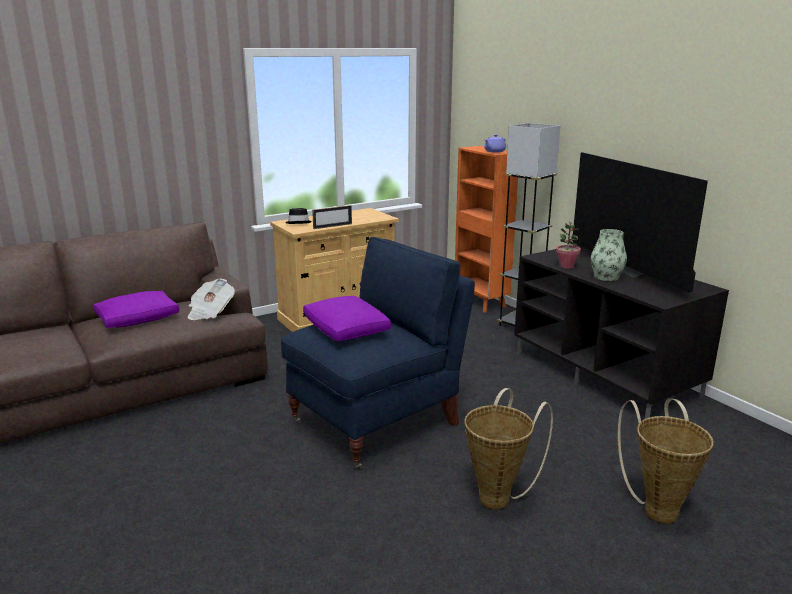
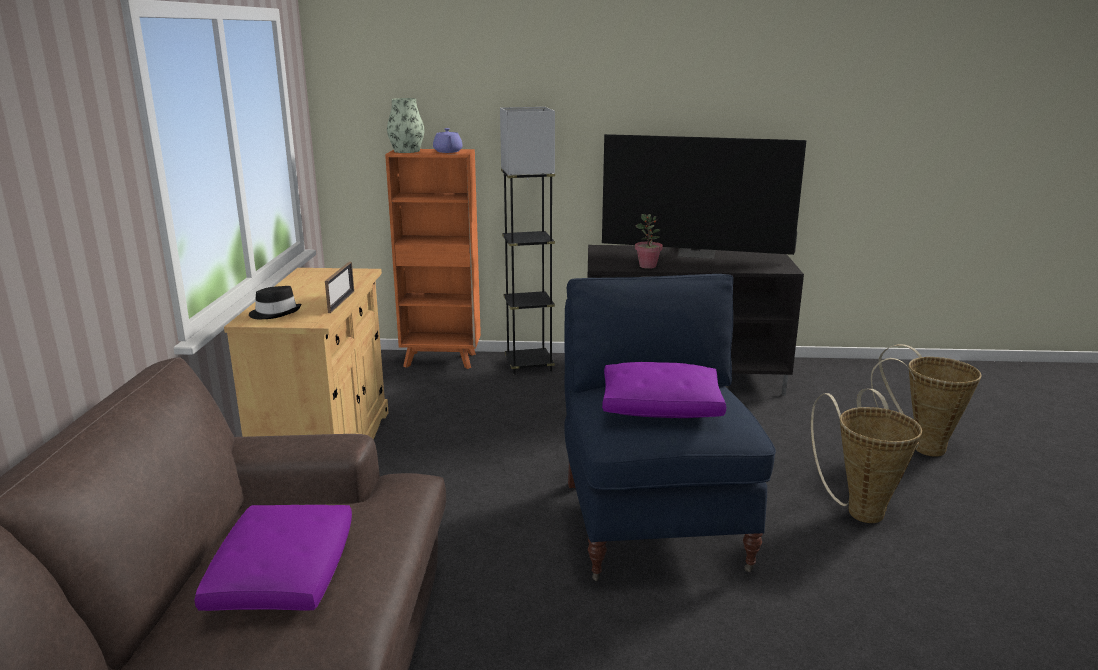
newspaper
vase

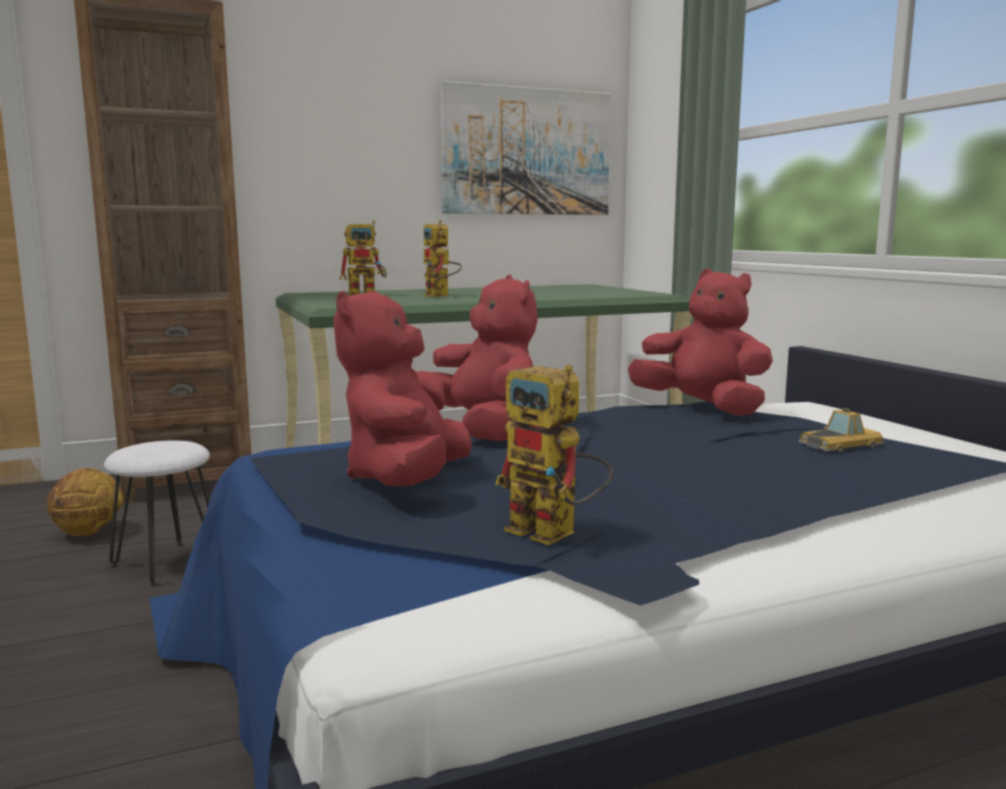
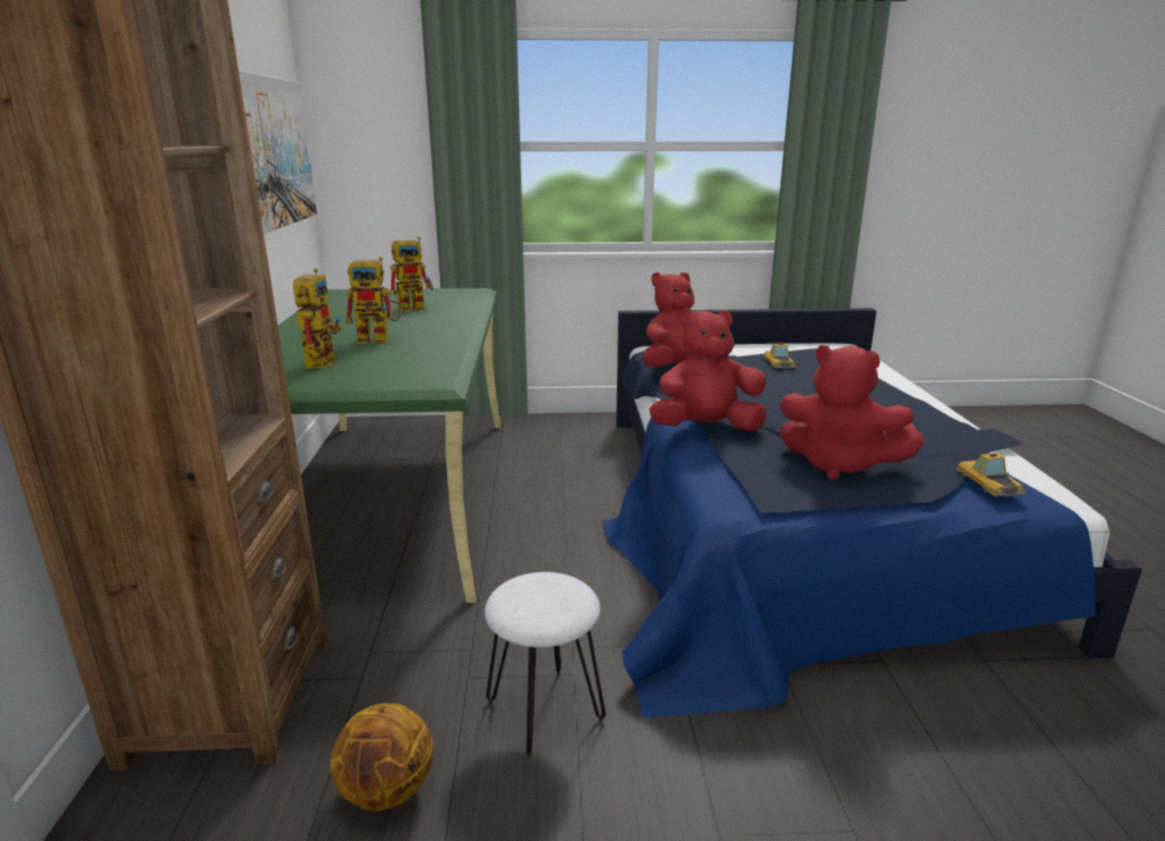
toy robot (3rd from left)
toy car (2nd from left)

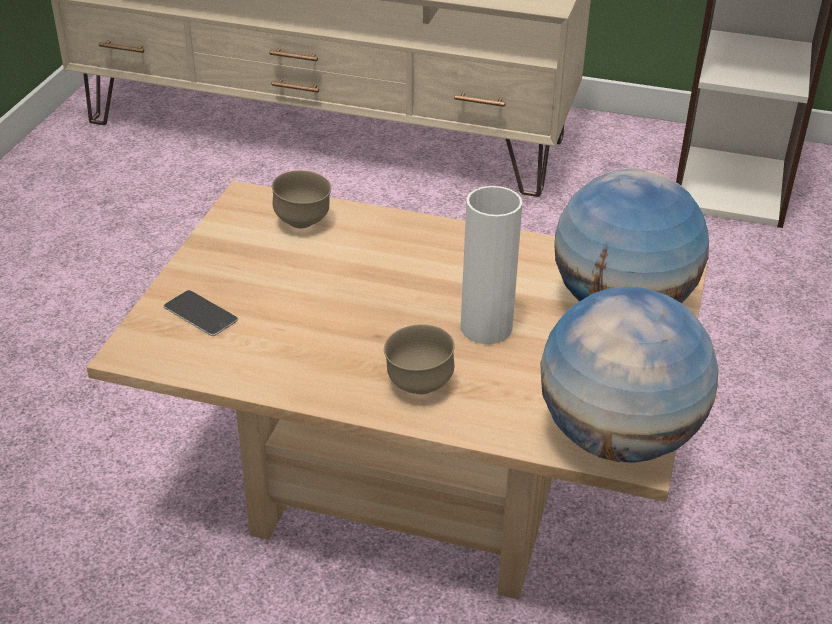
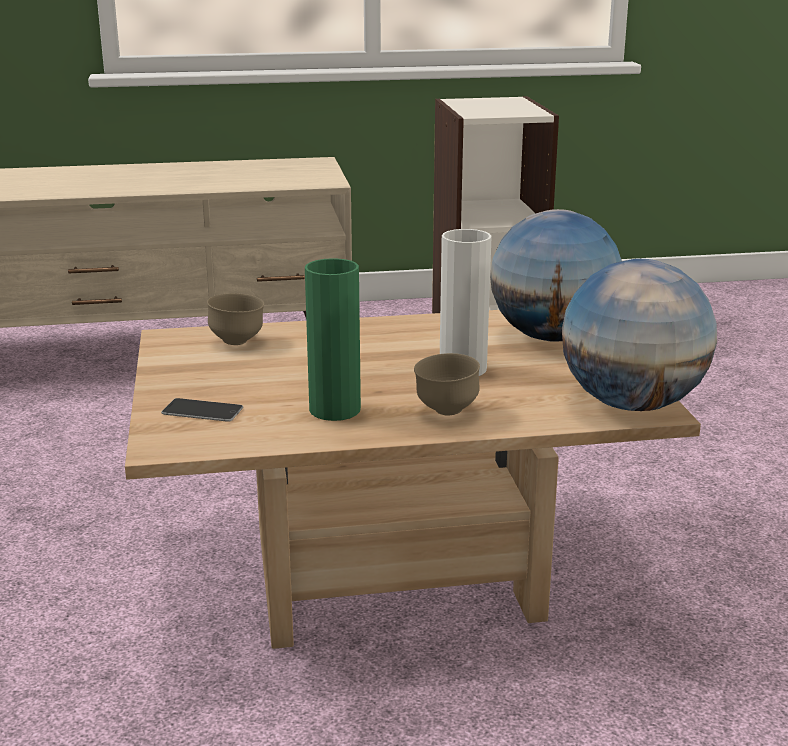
vase (green)

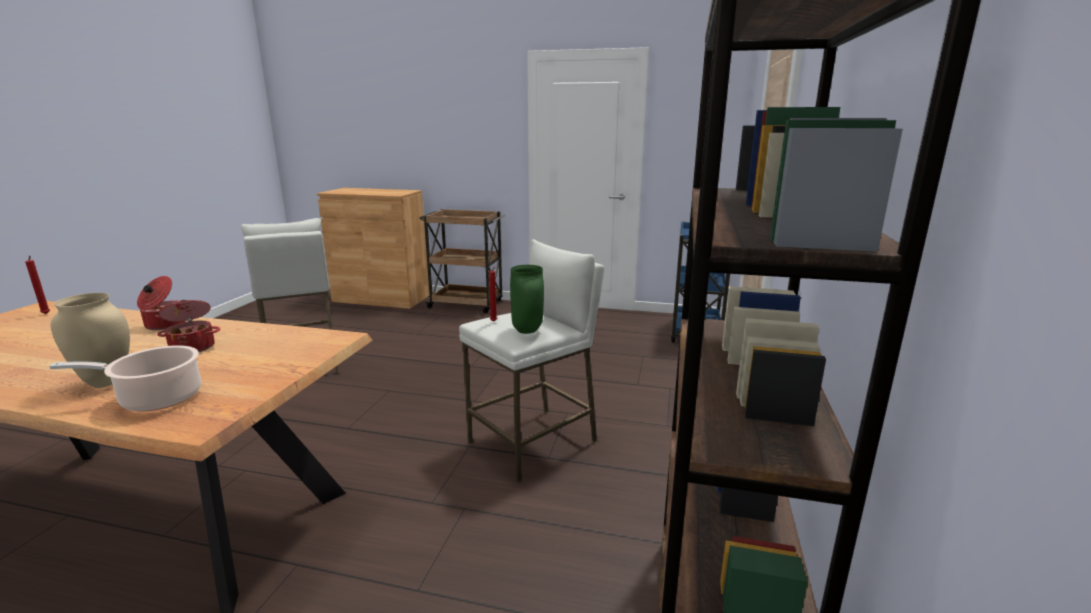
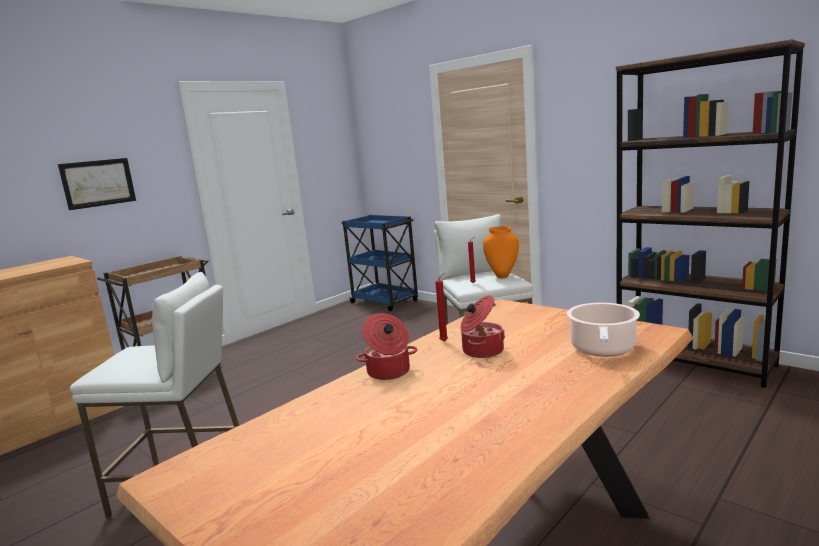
candle (red) (1st from left)
vase (beige)
vase (orange)
picture

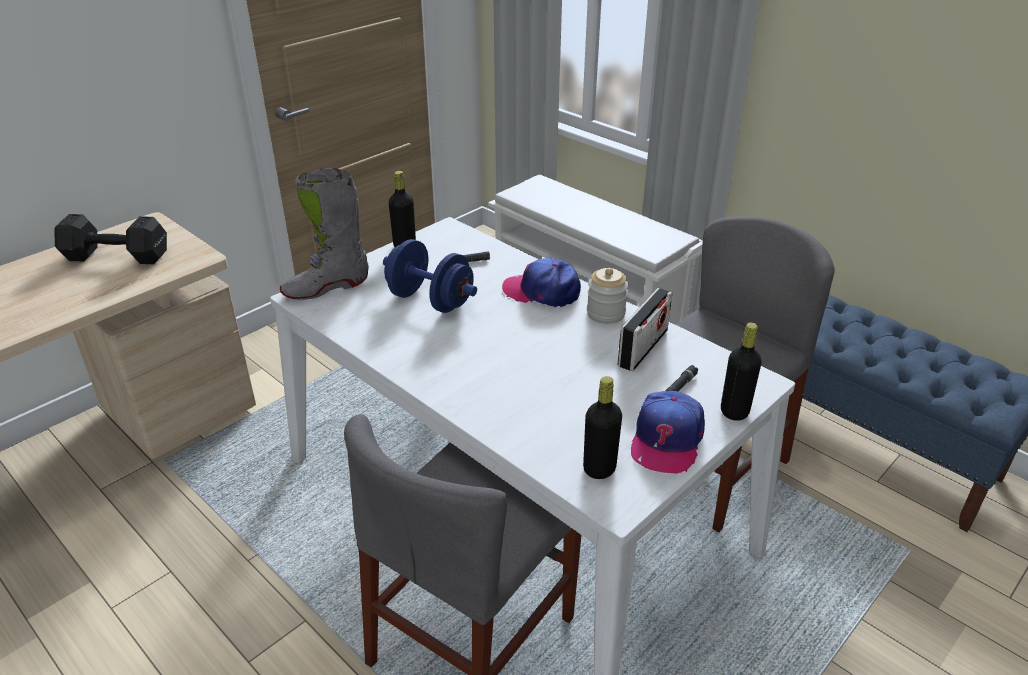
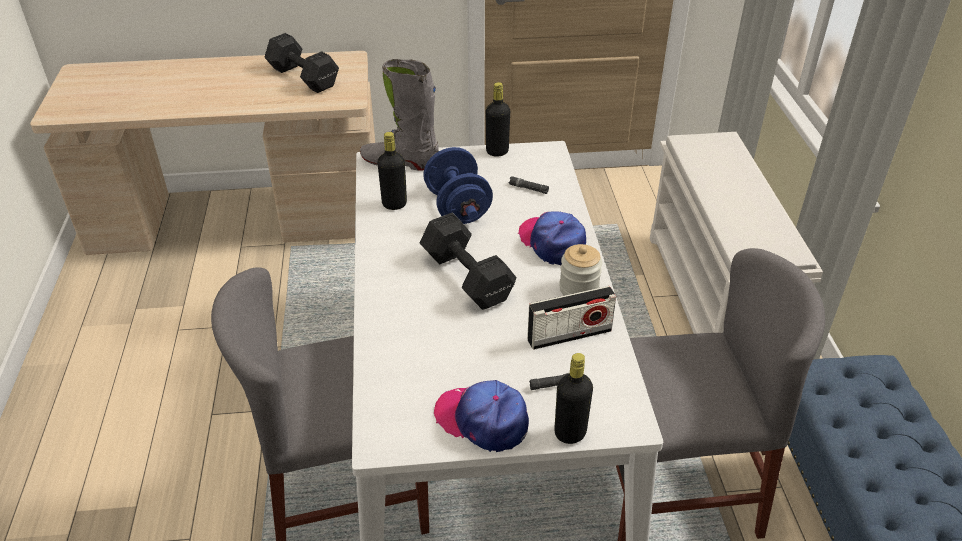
bottle (black) (1st from left)
cap (1st from left)
dumbbell (black) (2nd from left)

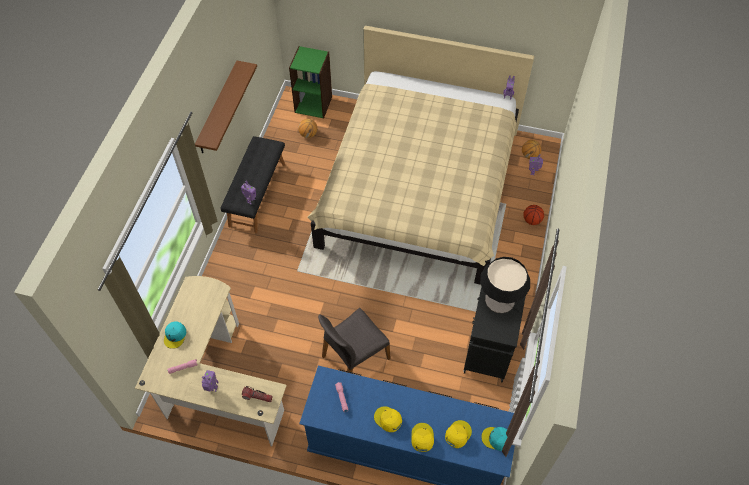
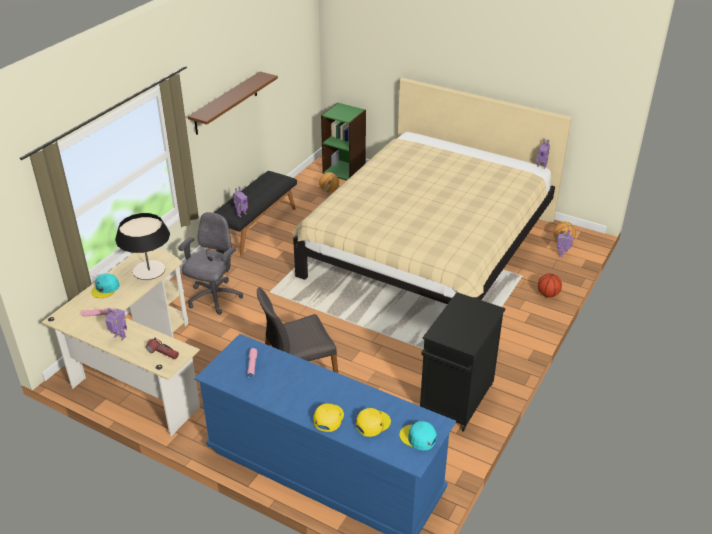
cap (yellow) (1st from left in the first image)
table lamp
office chair (grey)

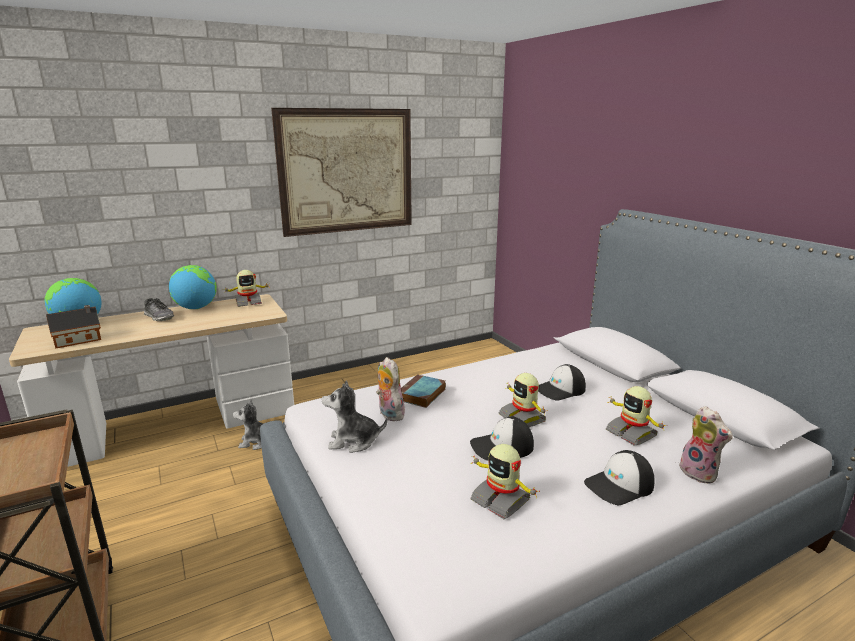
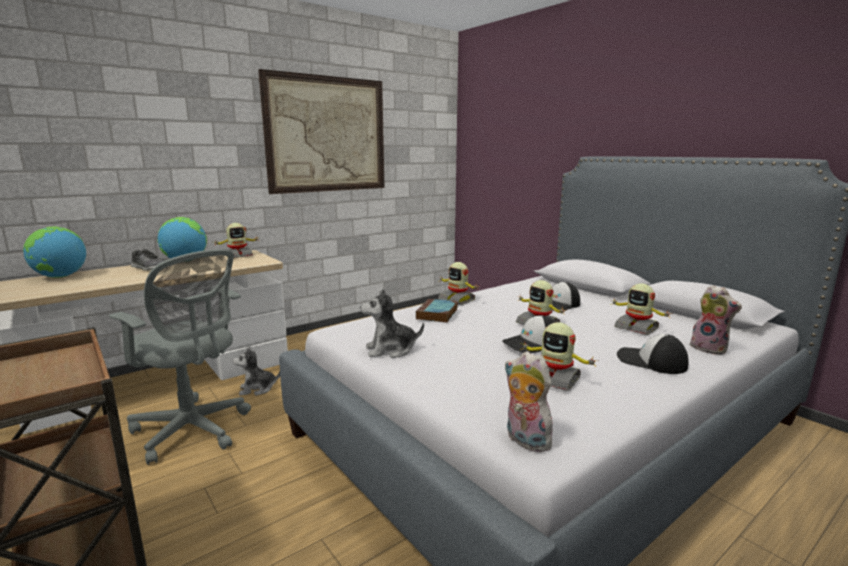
toy house
plush toy (3rd from left)
cap (3rd from left)
office chair (grey)
toy robot (2nd from left)

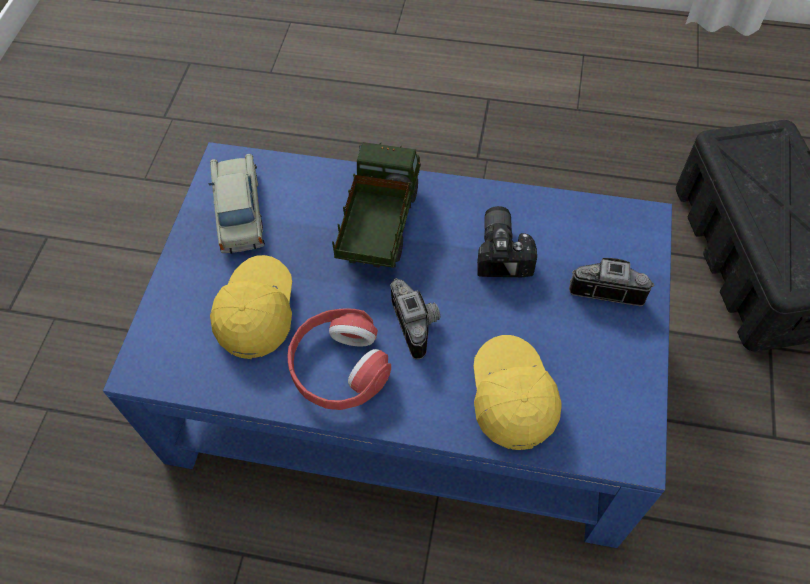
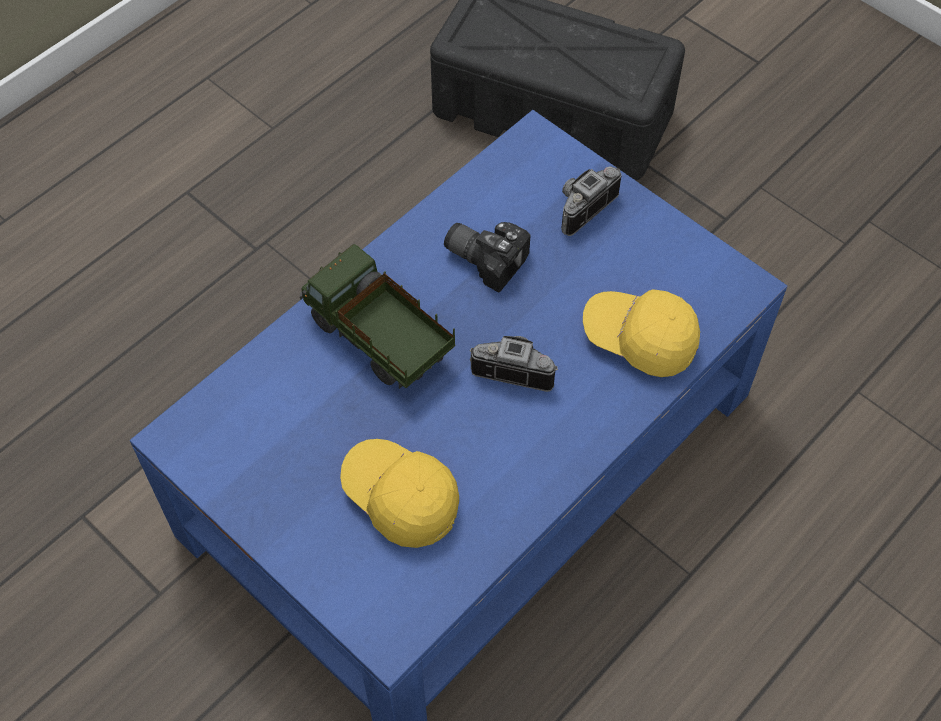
toy car (beige)
headphones (red)

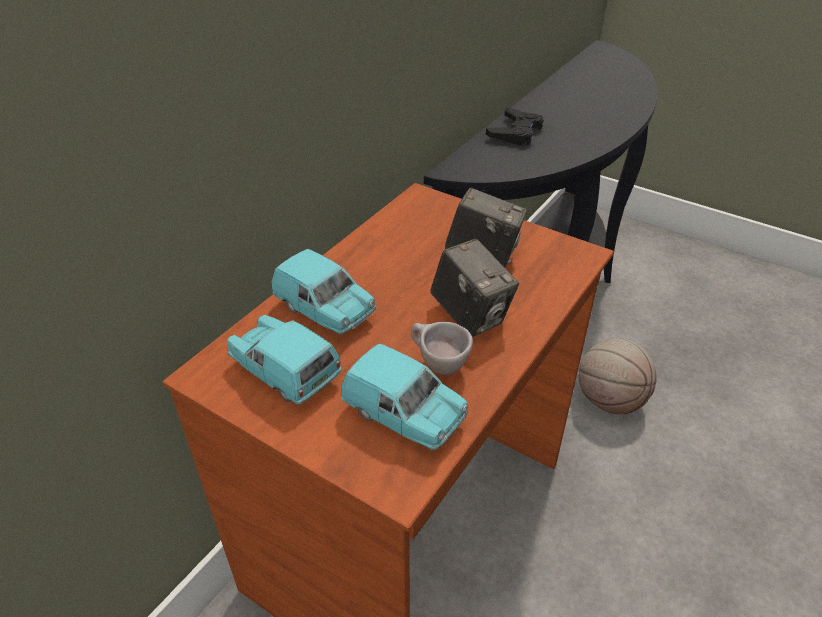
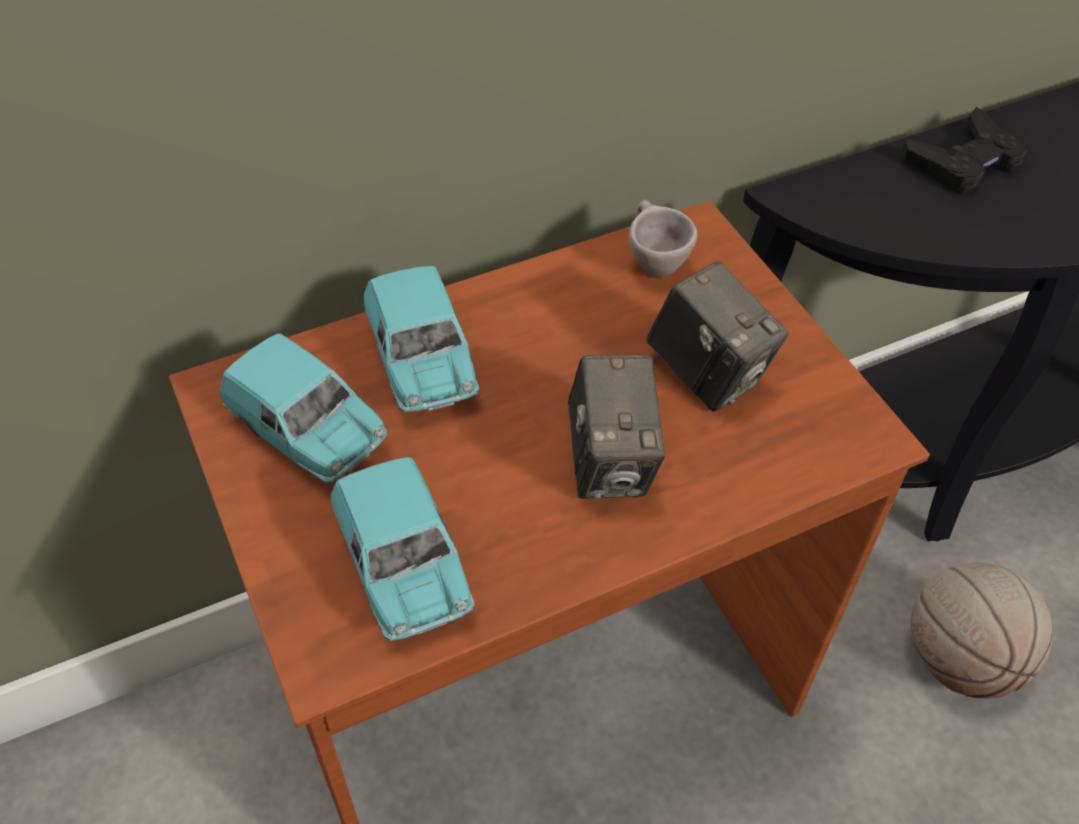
toy car (turquoise) (1st from left)
cup (beige)

